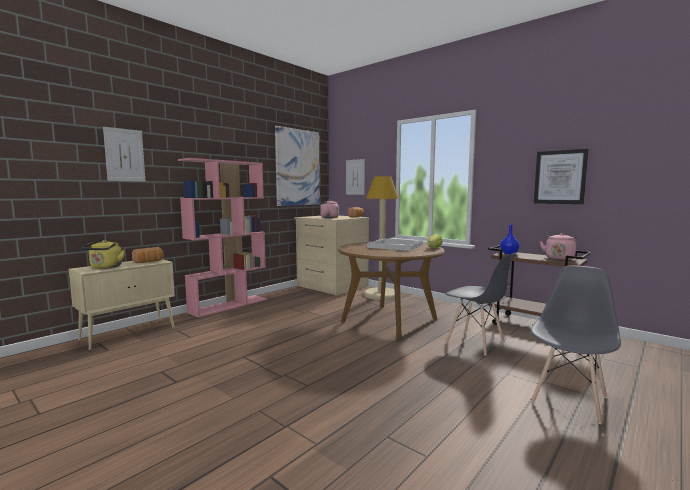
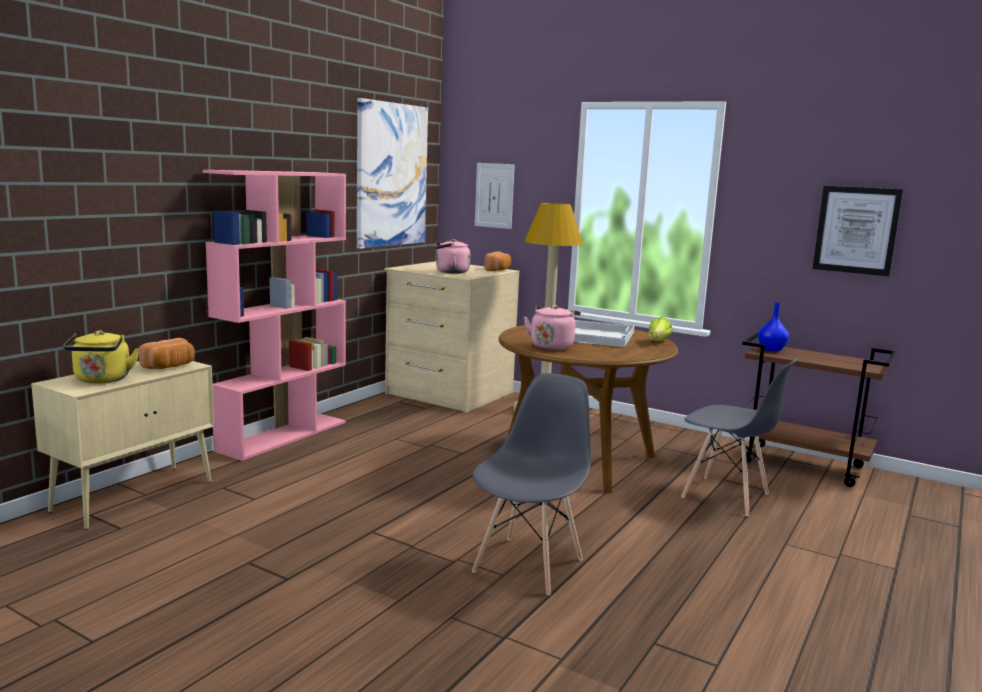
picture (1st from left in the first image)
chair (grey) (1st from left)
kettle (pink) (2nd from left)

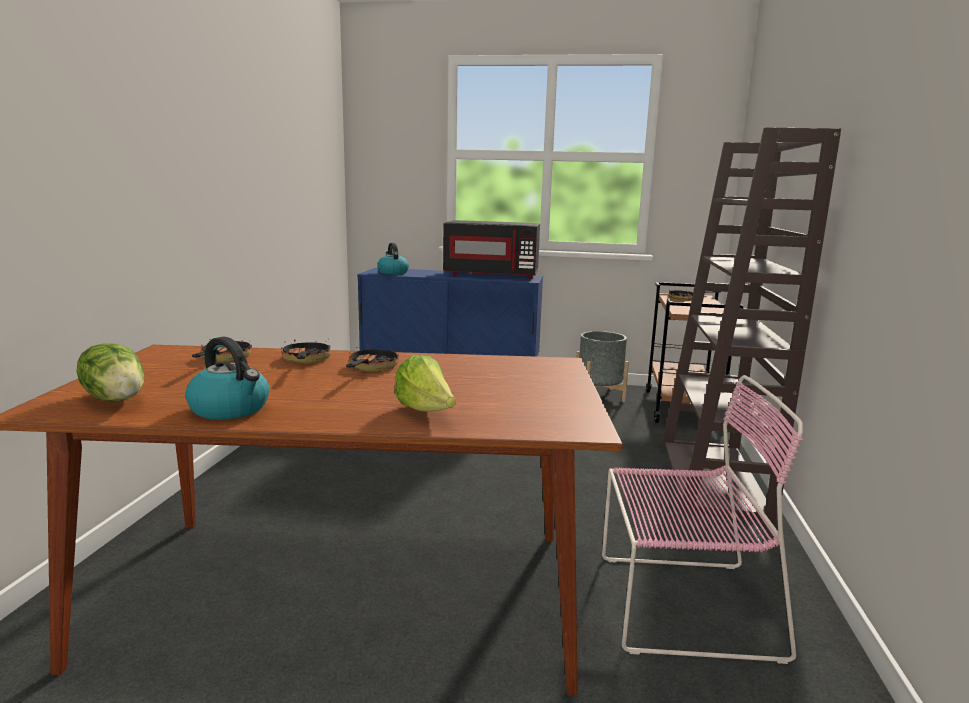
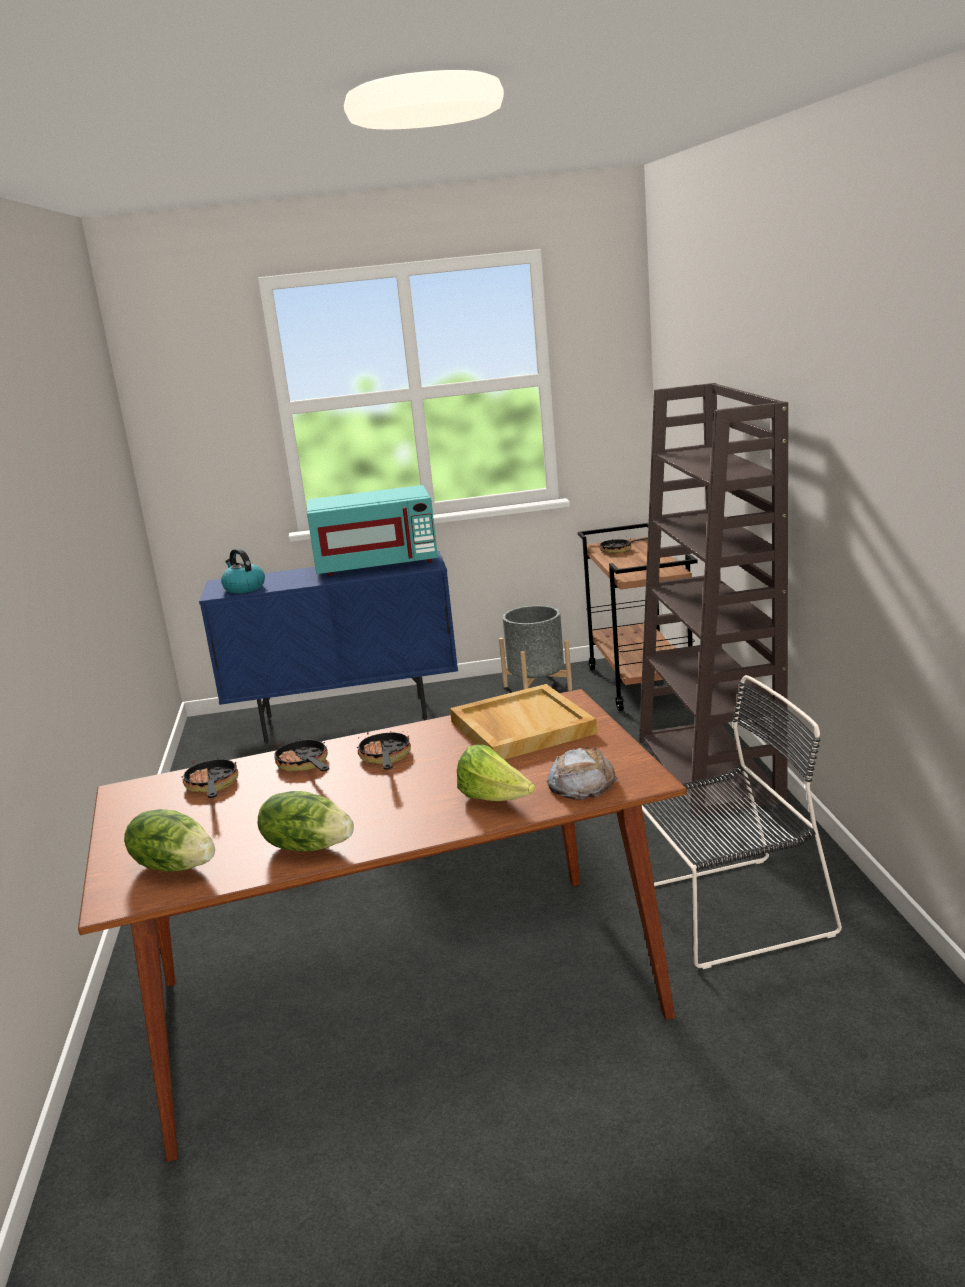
lettuce (2nd from left)
microwave (turquoise)
chair (black)
tray (beige)
bread

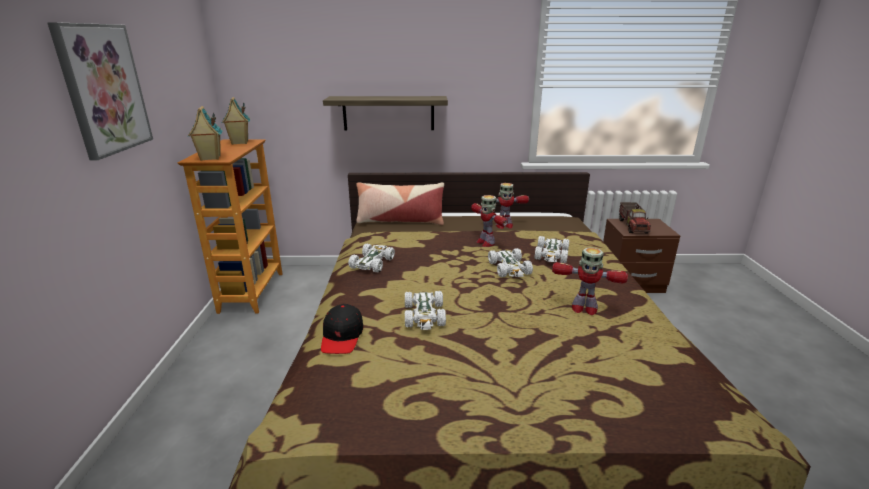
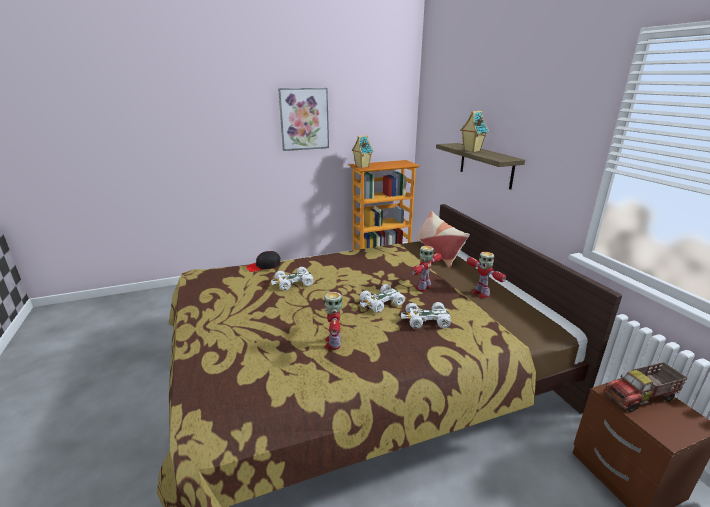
toy house (2nd from left)
toy car (white) (1st from left in the first image)

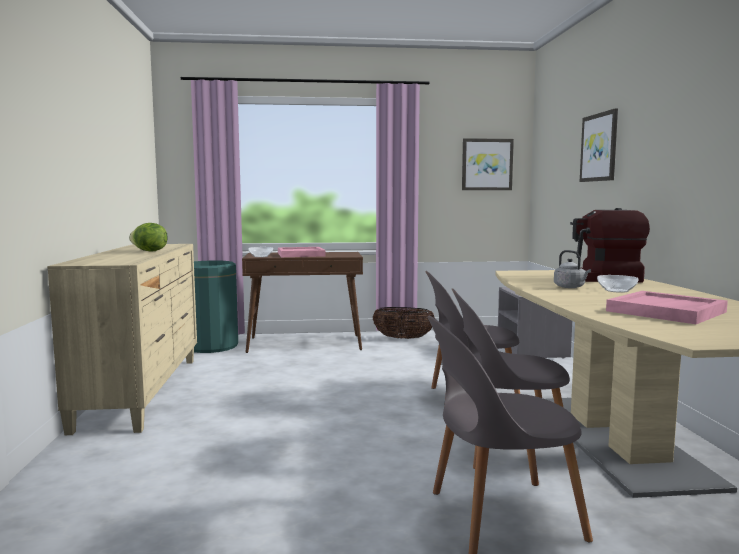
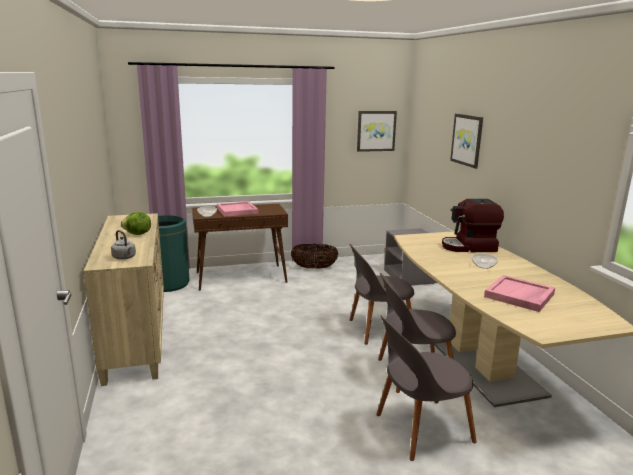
kettle (grey)

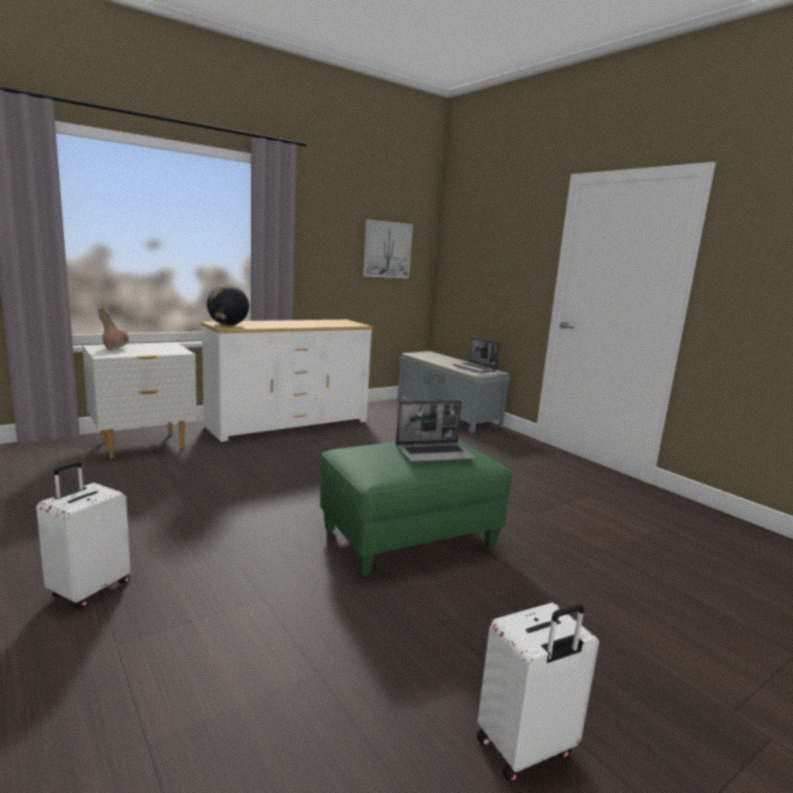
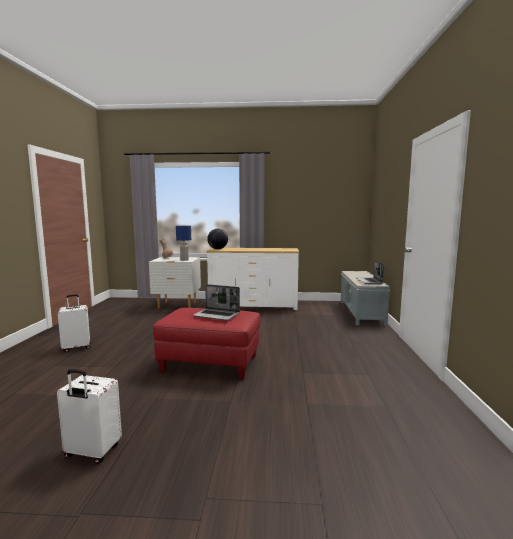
ottoman (red)
picture
table lamp (blue)

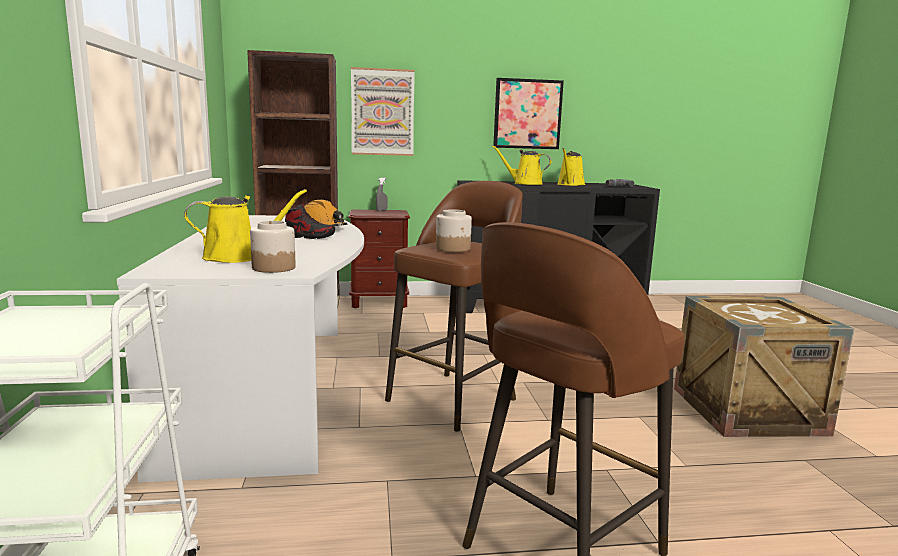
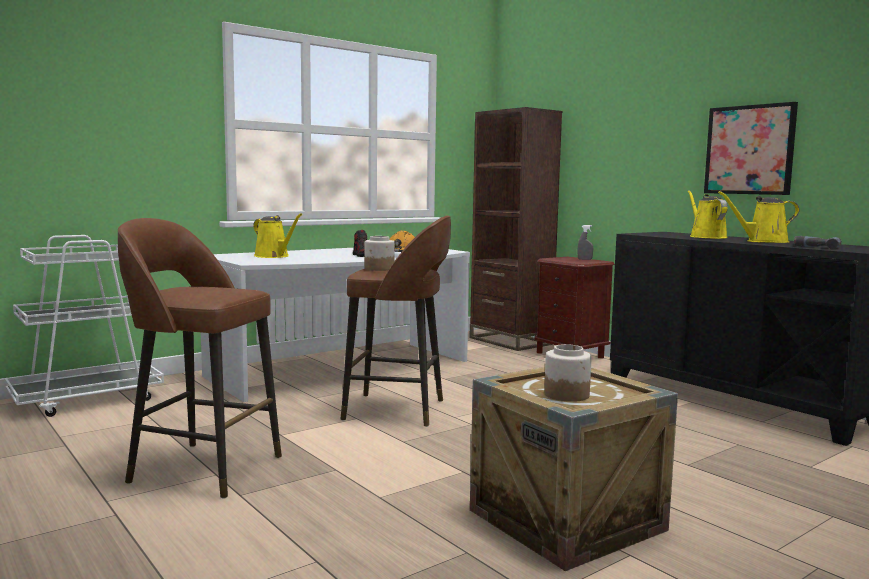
jar (2nd from left)
picture (1st from left in the first image)

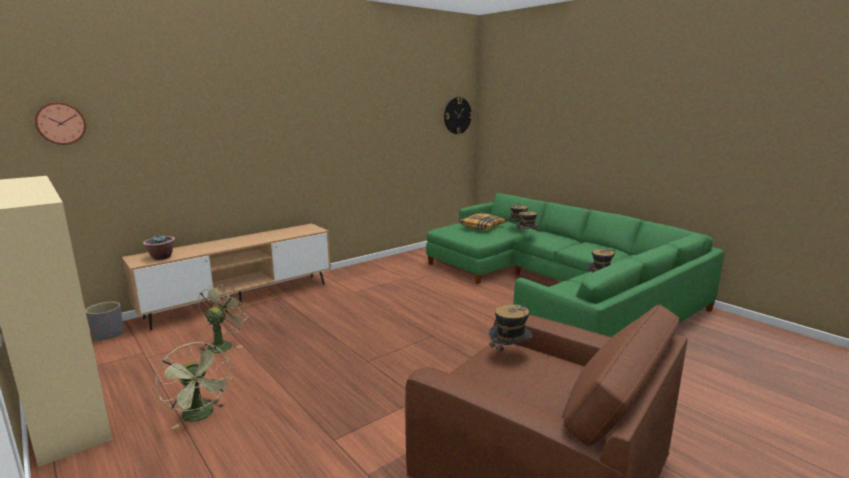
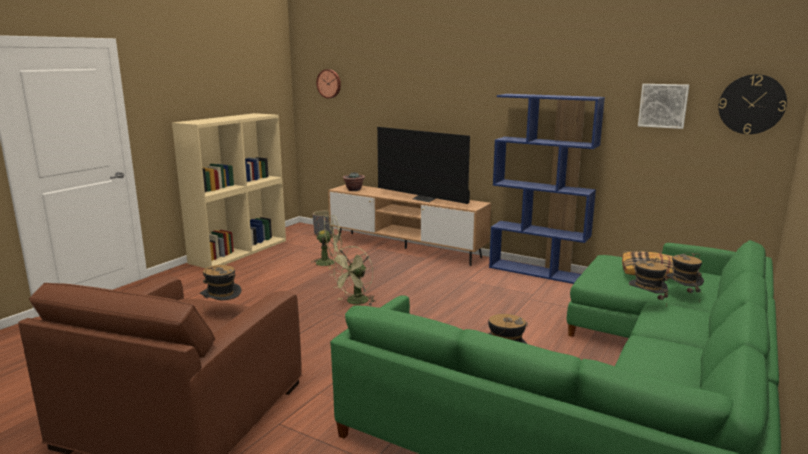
fan (green) (2nd from left)
television
bookcase (blue)
picture

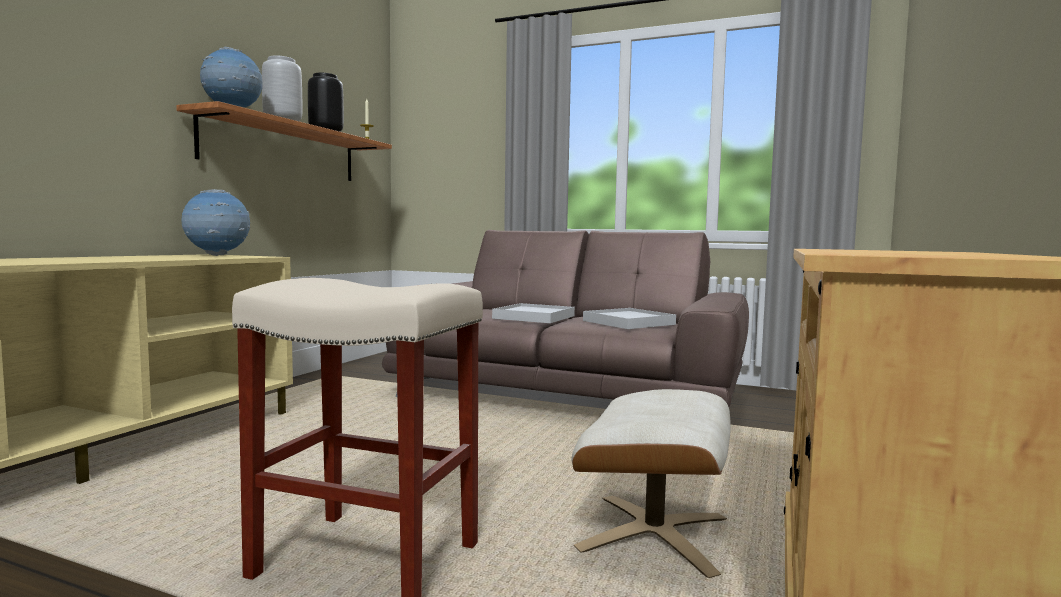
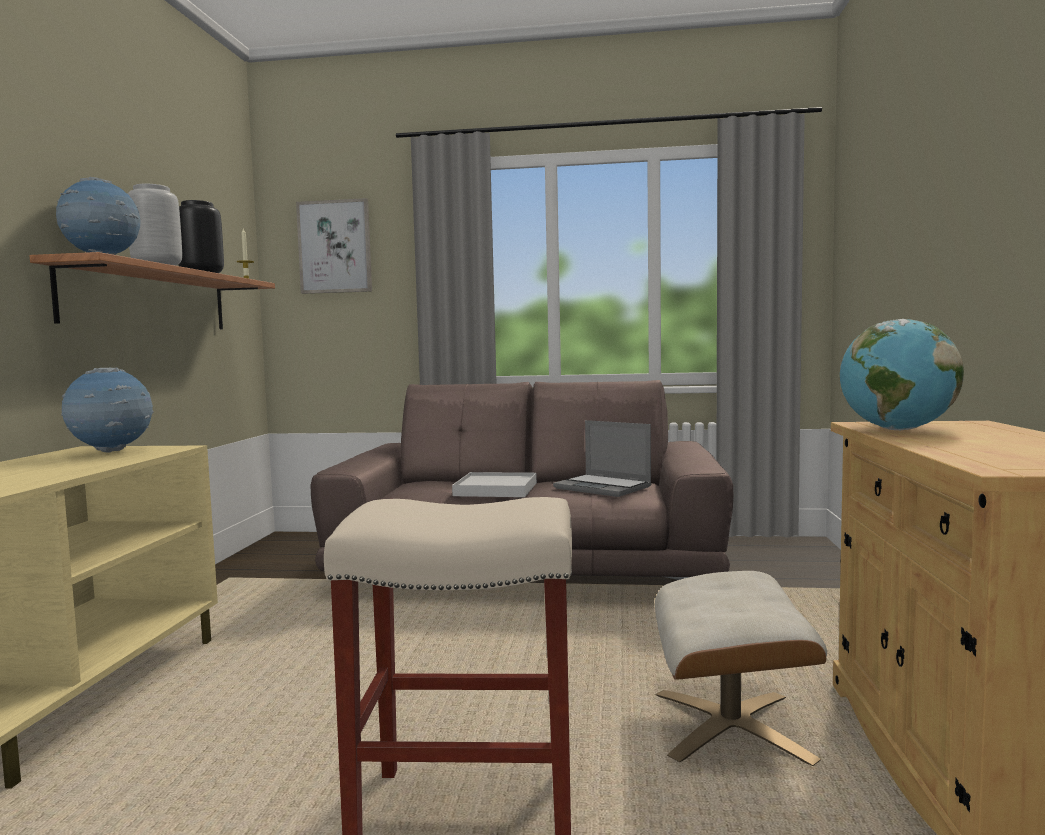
laptop
picture
globe (3rd from left)

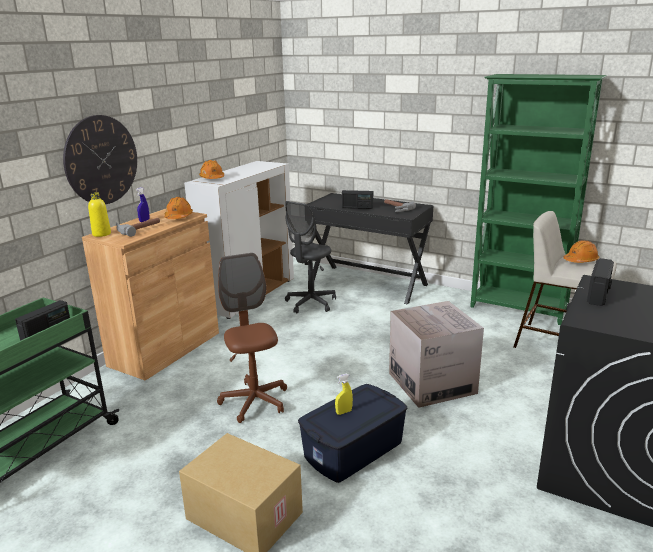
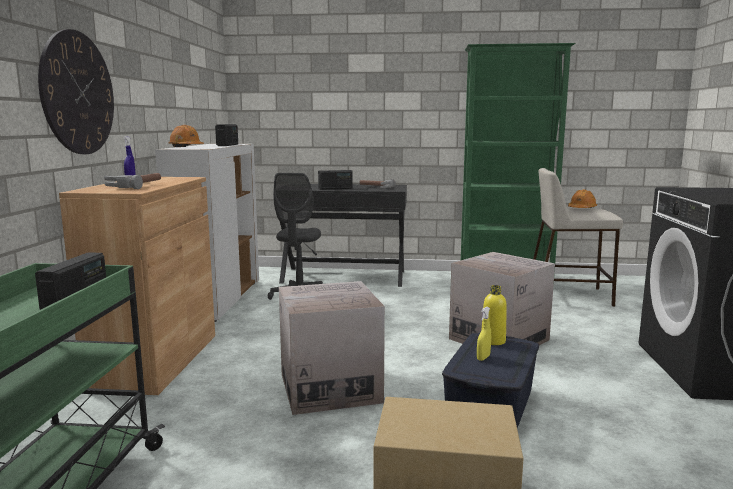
bottle (yellow)
hard hat (orange) (1st from left in the first image)
cardboard box (1st from left)
radio (2nd from left)

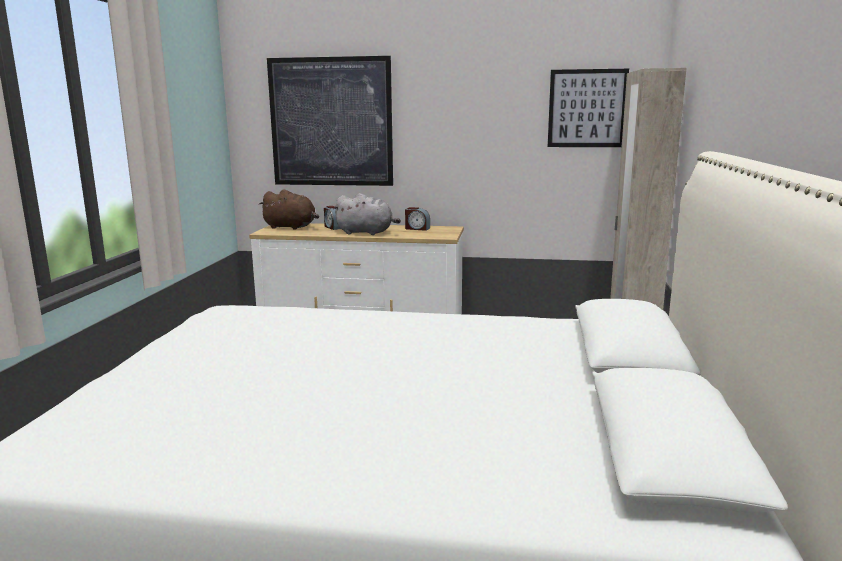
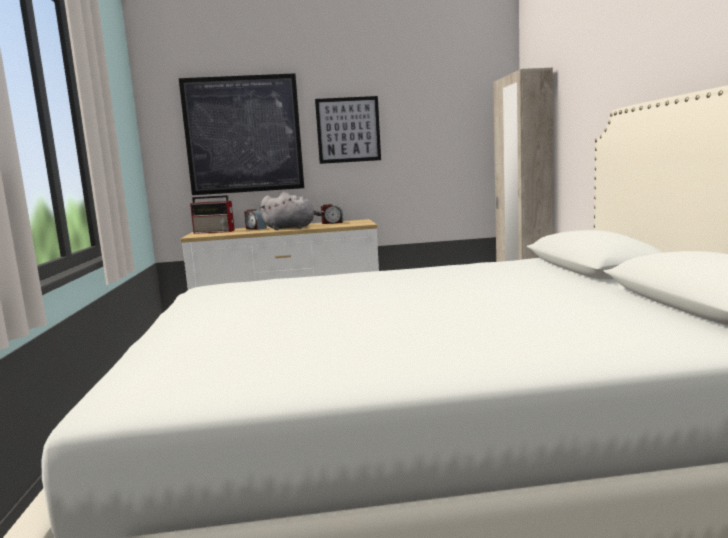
radio
picture (2nd from left)

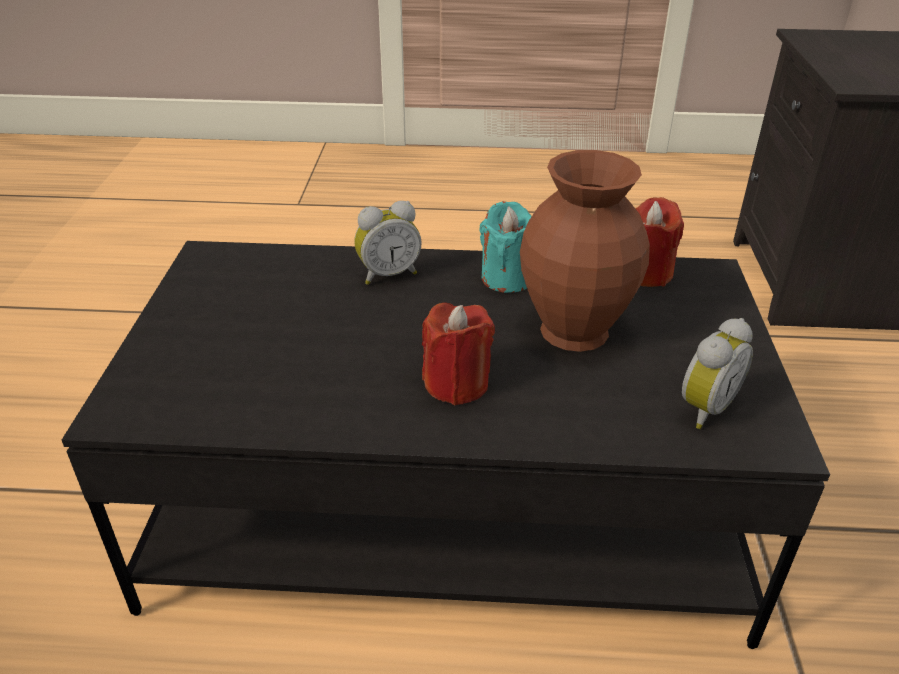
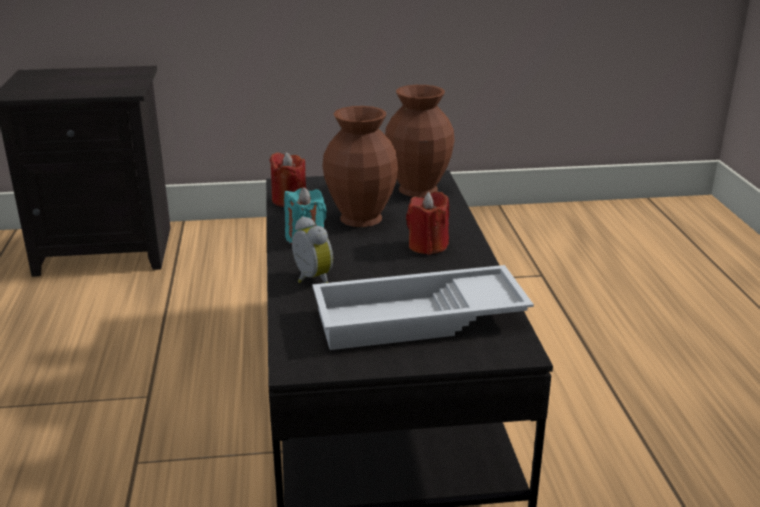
vase (brown) (2nd from left)
tray (white)

